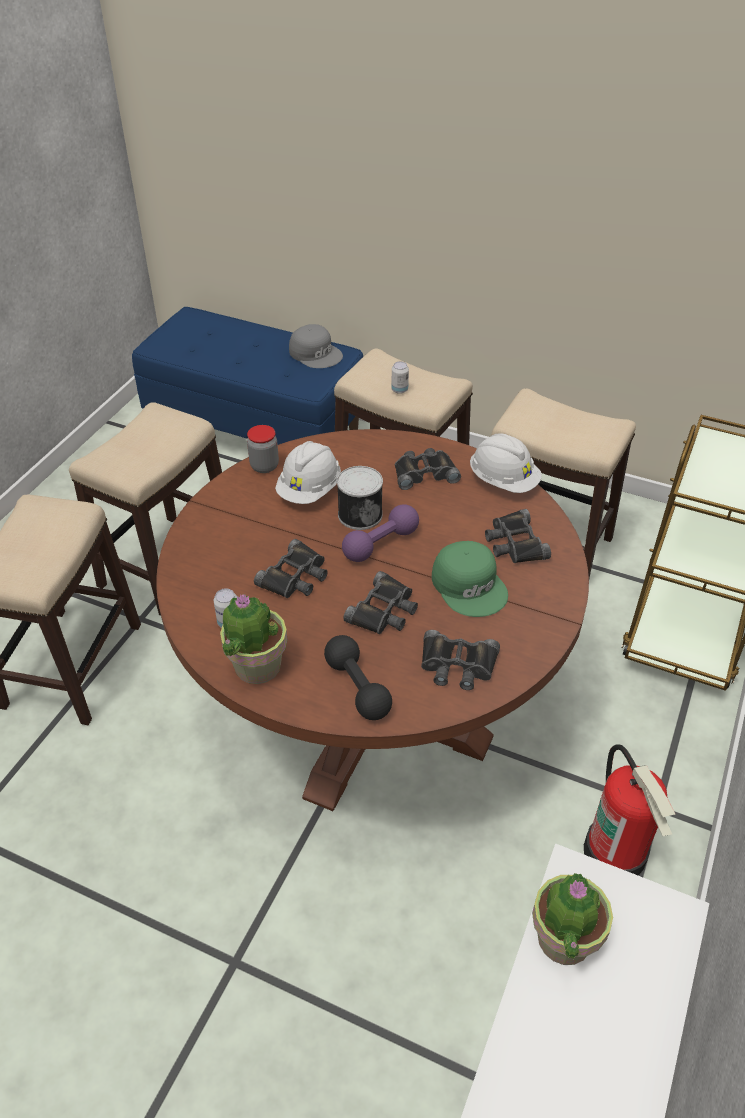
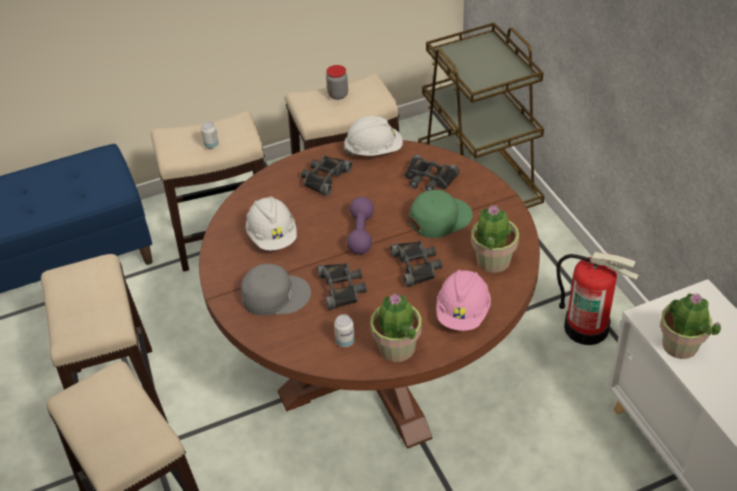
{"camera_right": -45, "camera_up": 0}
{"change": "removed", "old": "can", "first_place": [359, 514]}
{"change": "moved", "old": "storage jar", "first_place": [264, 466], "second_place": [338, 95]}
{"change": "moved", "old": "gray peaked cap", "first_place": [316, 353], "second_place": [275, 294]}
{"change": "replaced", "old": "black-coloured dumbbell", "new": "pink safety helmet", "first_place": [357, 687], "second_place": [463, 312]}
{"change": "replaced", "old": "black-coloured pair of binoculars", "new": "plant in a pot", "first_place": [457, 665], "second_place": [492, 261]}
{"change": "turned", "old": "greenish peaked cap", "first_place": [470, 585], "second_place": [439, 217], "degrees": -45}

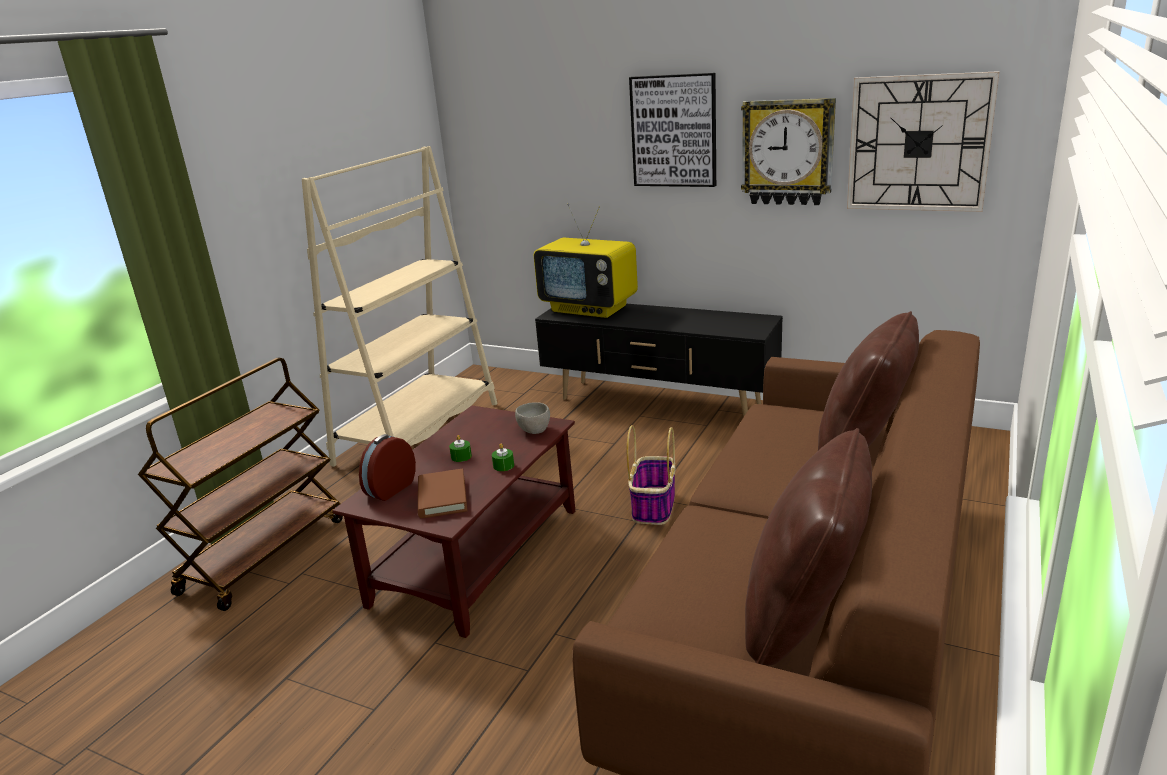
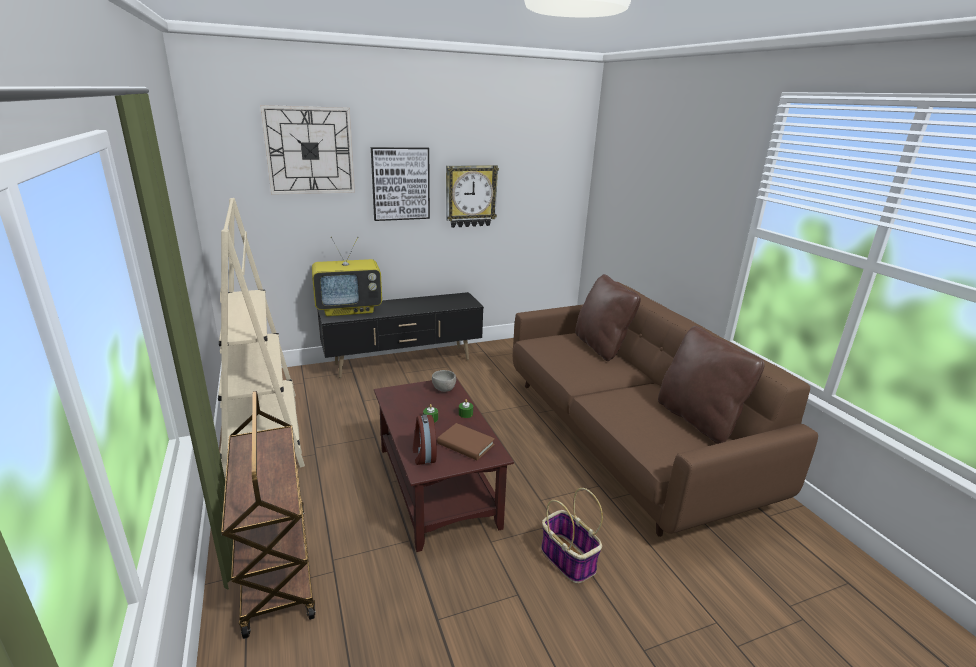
{"camera_right": -50, "camera_up": 0}
{"change": "moved", "old": "storage basket", "first_place": [653, 506], "second_place": [567, 558]}
{"change": "moved", "old": "clock on the wall", "first_place": [918, 143], "second_place": [309, 151]}

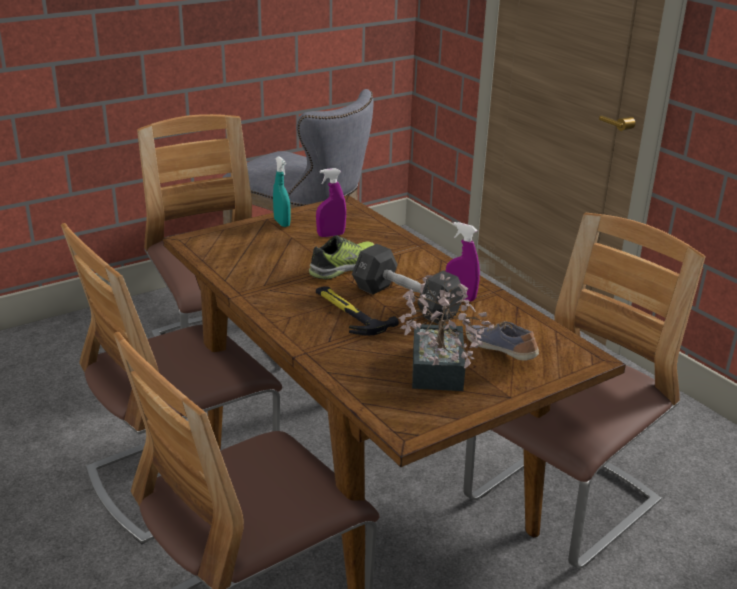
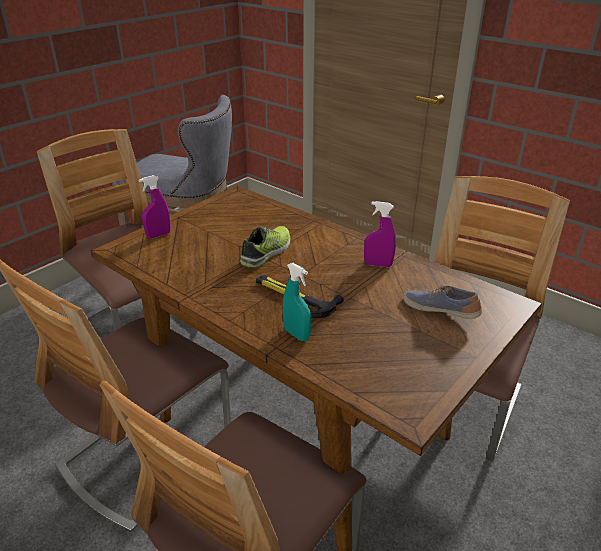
{"camera_right": -15, "camera_up": 5}
{"change": "removed", "old": "black-coloured dumbbell", "first_place": [406, 301]}
{"change": "removed", "old": "plant in a pot", "first_place": [436, 374]}
{"change": "moved", "old": "turquoise-coloured sprayer", "first_place": [282, 223], "second_place": [296, 334]}
{"change": "moved", "old": "purple sprayer", "first_place": [331, 235], "second_place": [158, 235]}

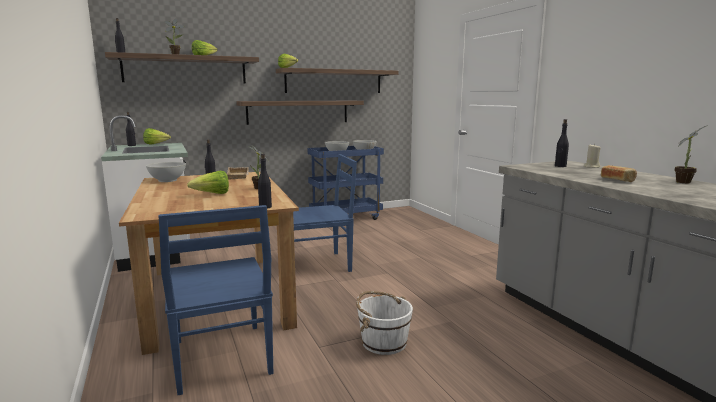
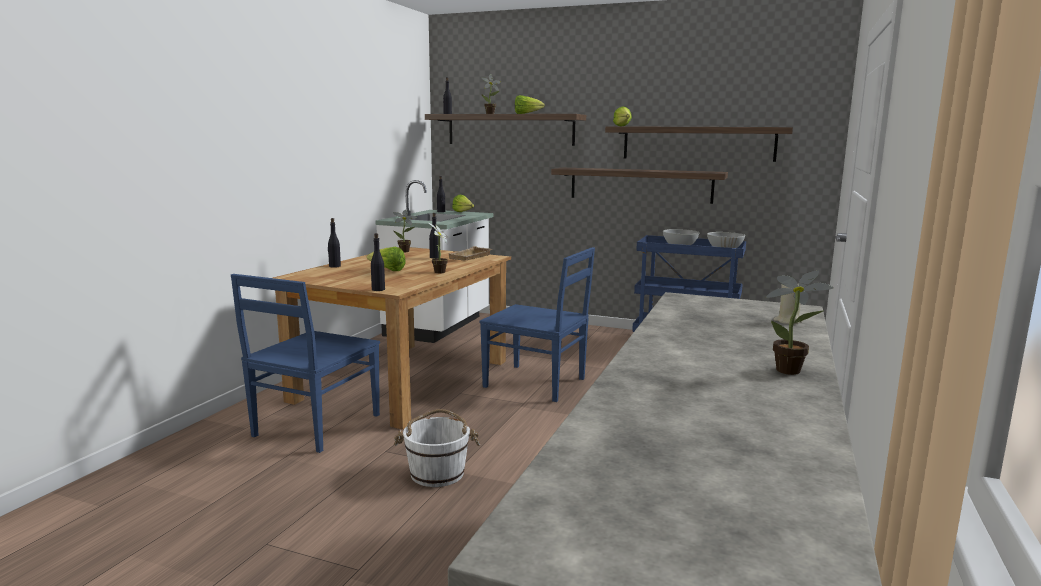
{"camera_right": 45, "camera_up": 0}
{"change": "removed", "old": "baked bread", "first_place": [617, 180]}
{"change": "moved", "old": "black-coloured beverage bottle", "first_place": [560, 166], "second_place": [334, 266]}
{"change": "replaced", "old": "whitish bowl", "new": "plant in a pot", "first_place": [167, 180], "second_place": [406, 251]}

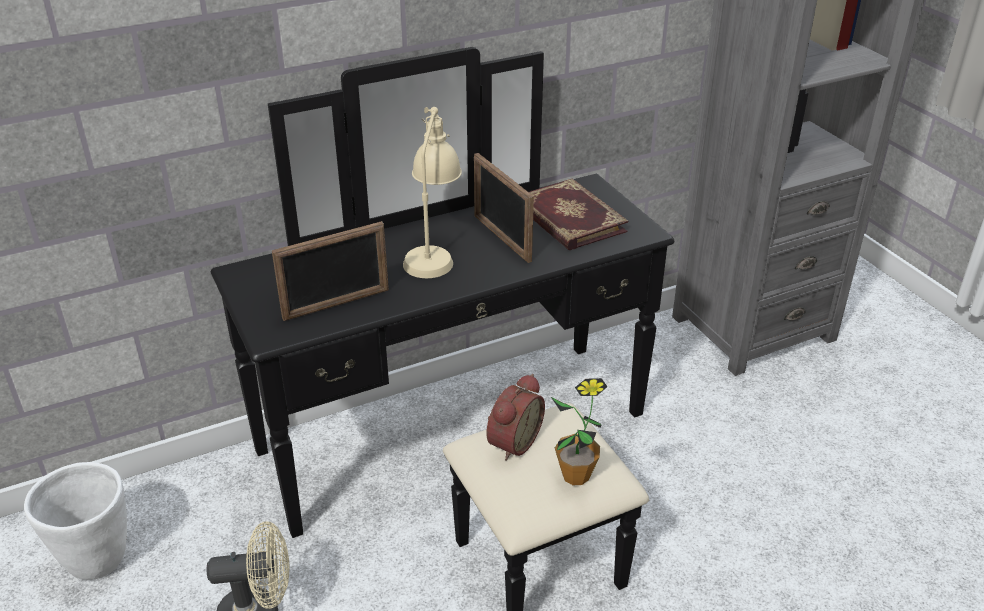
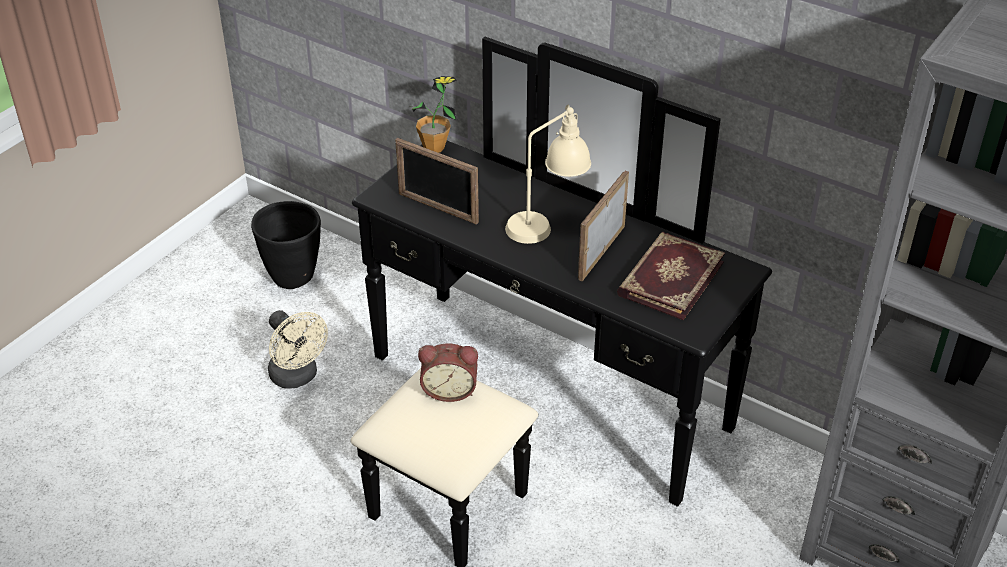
{"camera_right": 60, "camera_up": 5}
{"change": "moved", "old": "plant in a pot", "first_place": [576, 475], "second_place": [434, 147]}
{"change": "recoloured", "old": "whitish flower pot", "new": "black-coloured flower pot", "first_place": [96, 559], "second_place": [293, 277]}

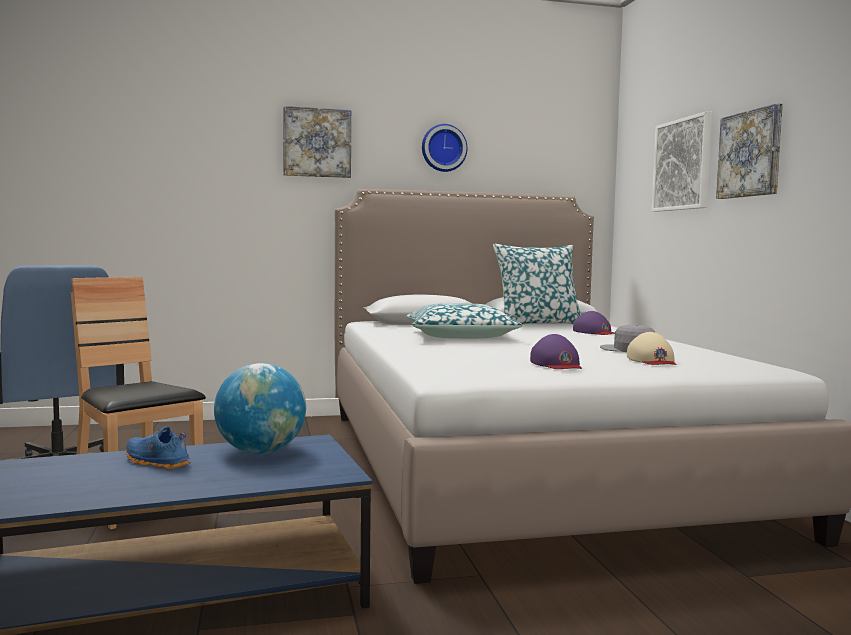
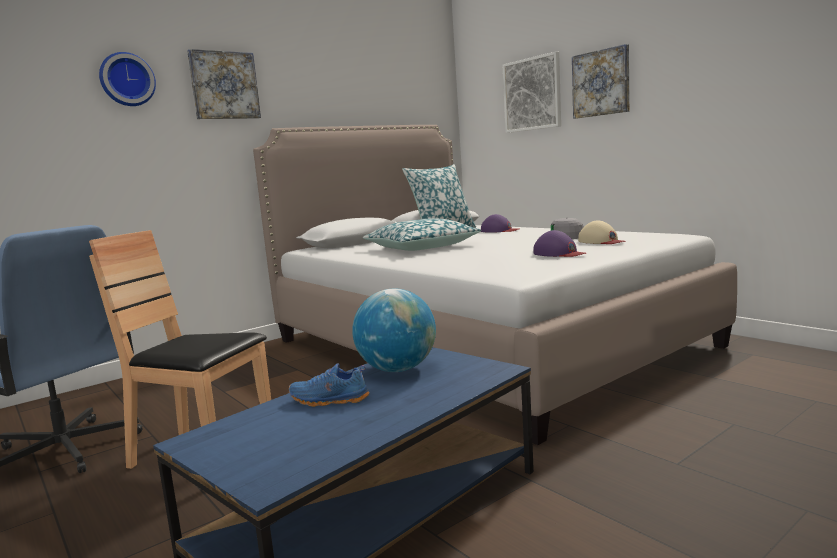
{"camera_right": -25, "camera_up": 5}
{"change": "moved", "old": "clock on the wall", "first_place": [443, 148], "second_place": [127, 80]}

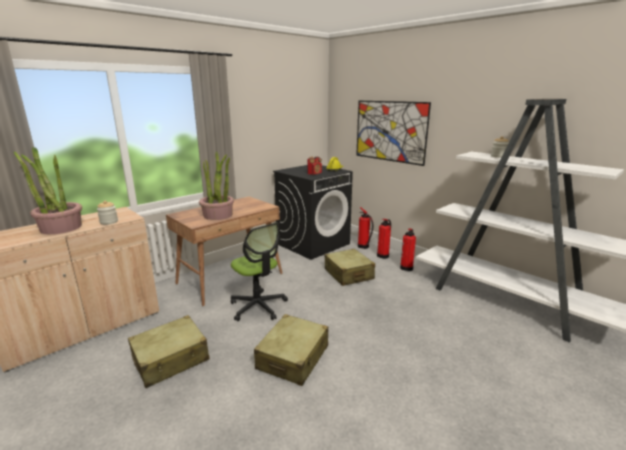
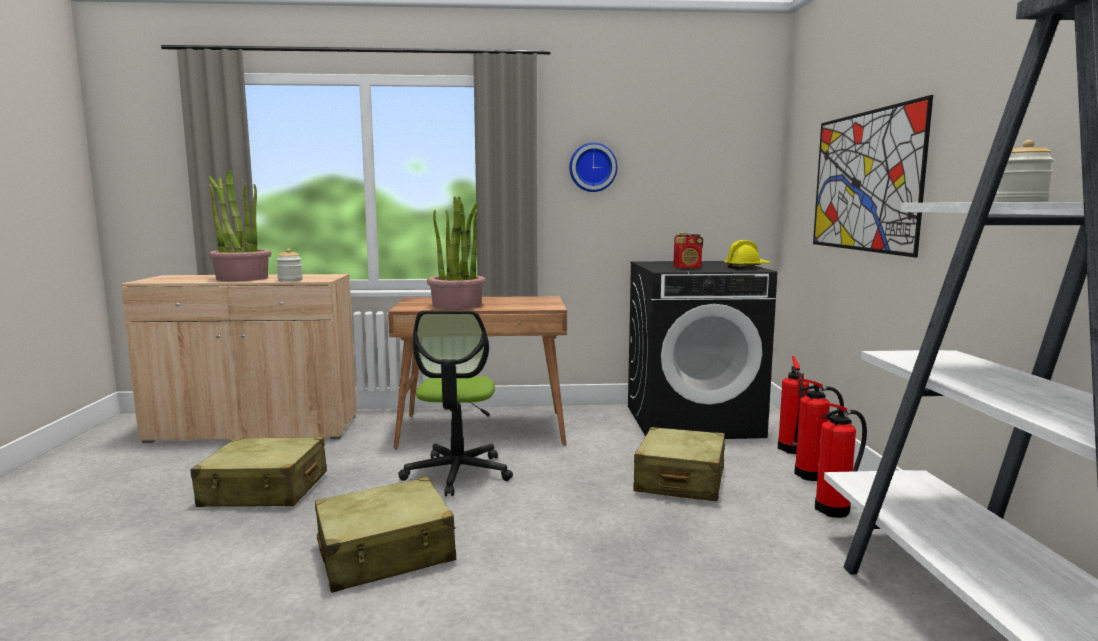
{"camera_right": 40, "camera_up": -10}
{"change": "added", "new": "clock on the wall", "second_place": [592, 167]}

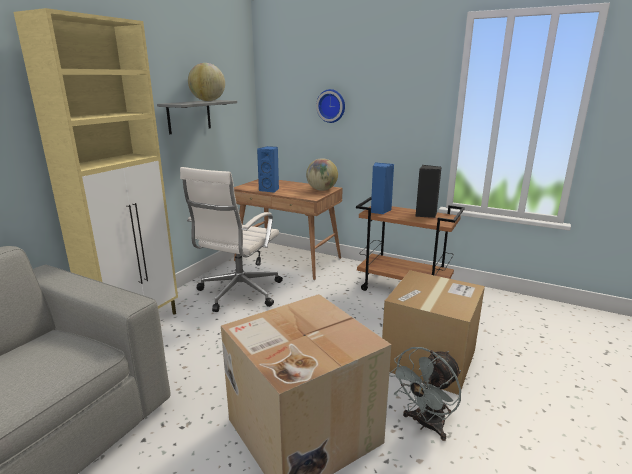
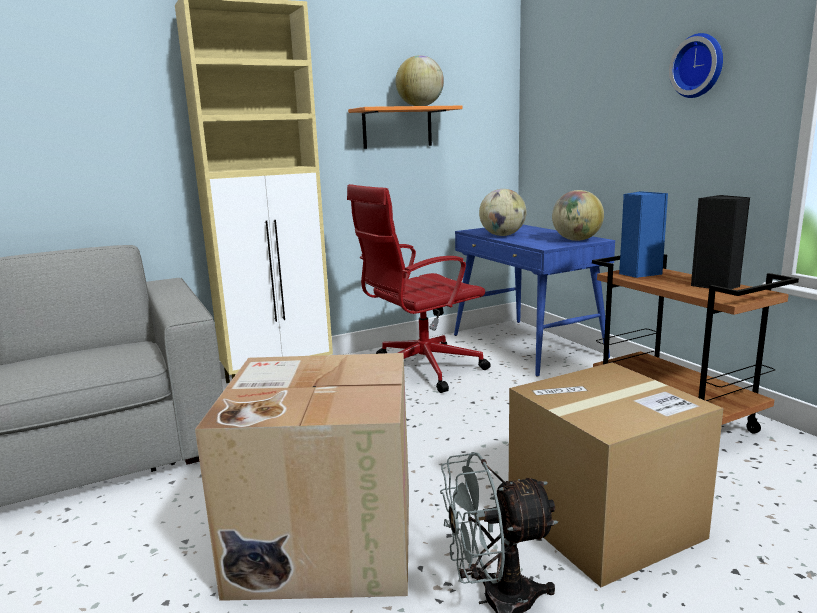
{"camera_right": 35, "camera_up": -5}
{"change": "moved", "old": "clock on the wall", "first_place": [331, 106], "second_place": [699, 66]}
{"change": "replaced", "old": "bluish loudspeaker", "new": "desk globe", "first_place": [270, 190], "second_place": [502, 235]}
{"change": "recoloured", "old": "gray wall shelf", "new": "orangey wall shelf", "first_place": [189, 116], "second_place": [397, 128]}
{"change": "recoloured", "old": "whitish desk chair", "new": "red-coloured desk chair", "first_place": [238, 293], "second_place": [420, 370]}
{"change": "recoloured", "old": "brown-coloured desk unit", "new": "bluish desk unit", "first_place": [288, 259], "second_place": [527, 346]}

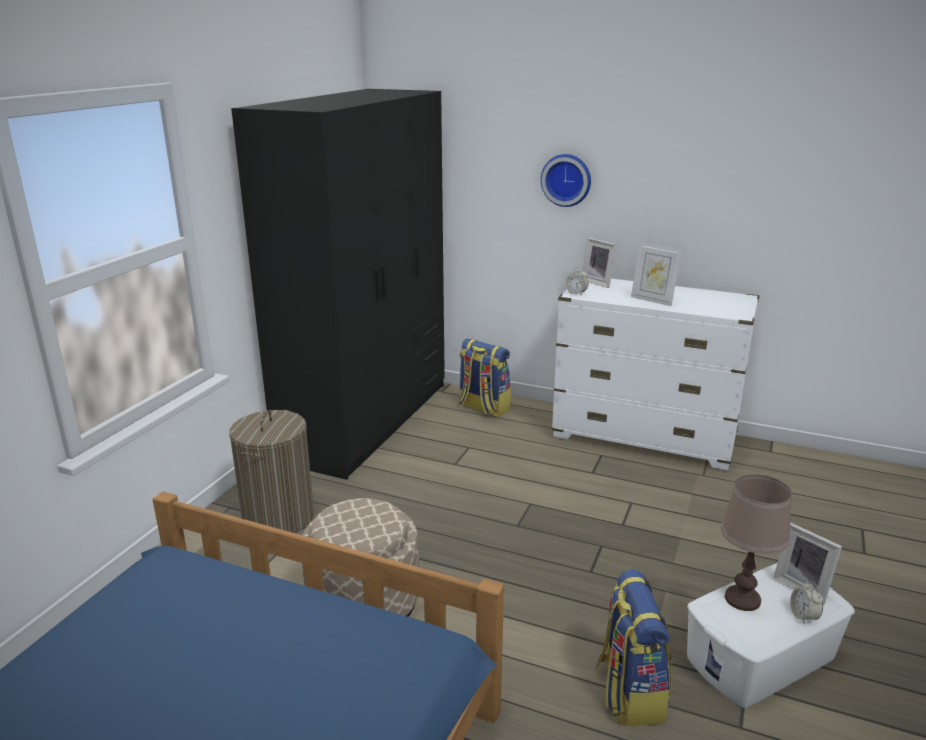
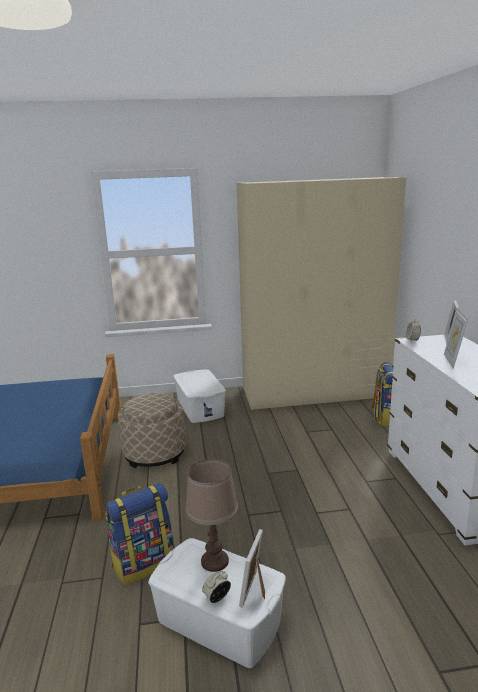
{"camera_right": 60, "camera_up": -5}
{"change": "removed", "old": "clock on the wall", "first_place": [566, 179]}
{"change": "replaced", "old": "washing basket", "new": "whitish storage container", "first_place": [278, 517], "second_place": [200, 408]}
{"change": "recoloured", "old": "black-coloured wardrobe", "new": "beige-coloured wardrobe", "first_place": [367, 420], "second_place": [315, 392]}

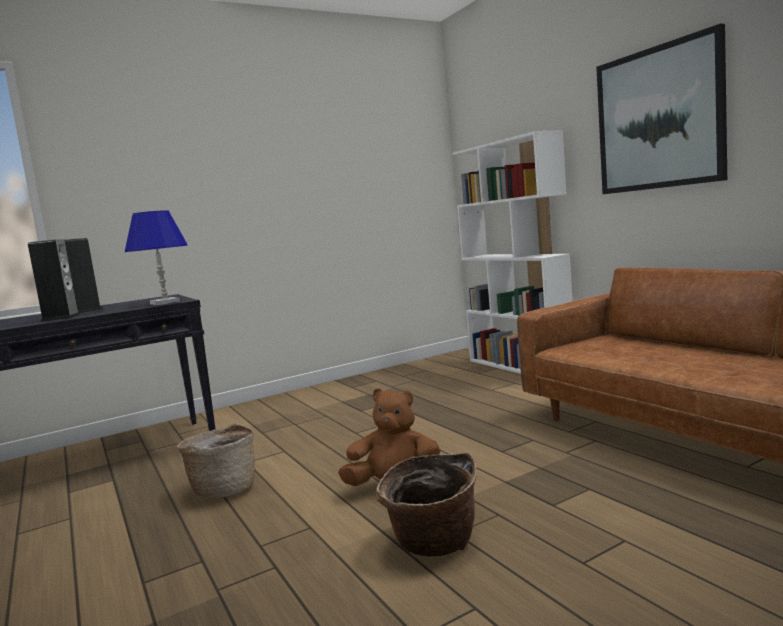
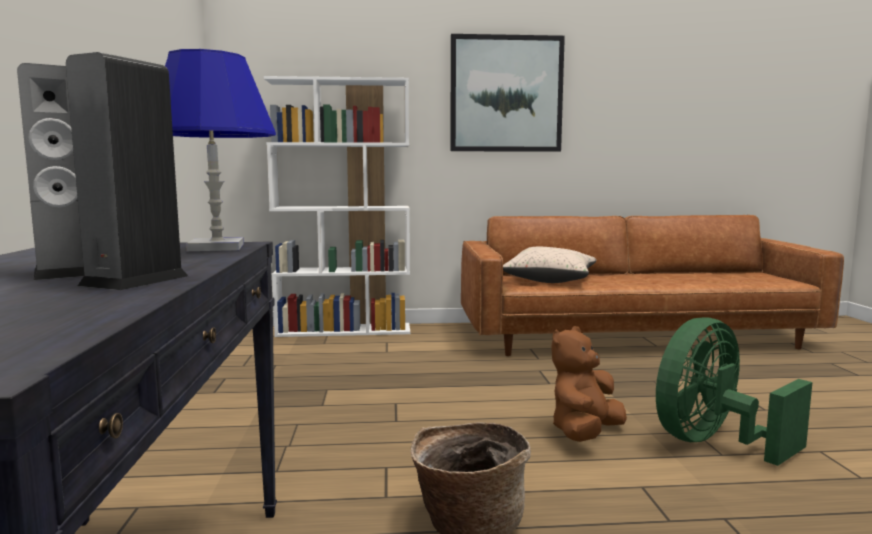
{"camera_right": -65, "camera_up": 0}
{"change": "added", "new": "beige-coloured pillow", "second_place": [550, 280]}
{"change": "replaced", "old": "storage basket", "new": "greenish electric fan", "first_place": [433, 544], "second_place": [713, 443]}

